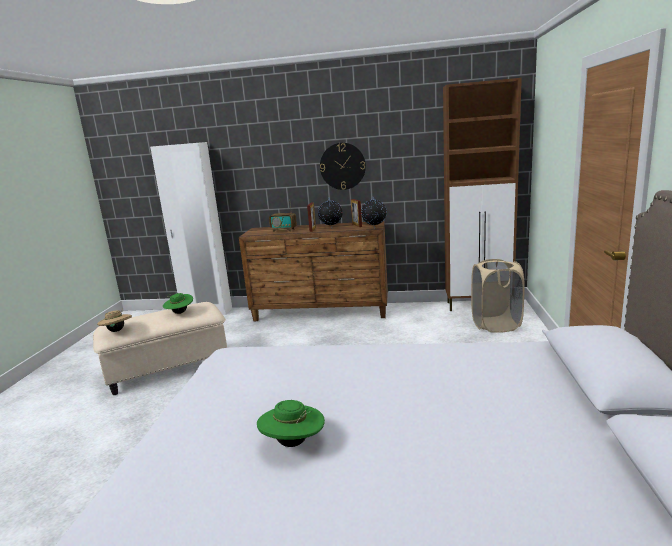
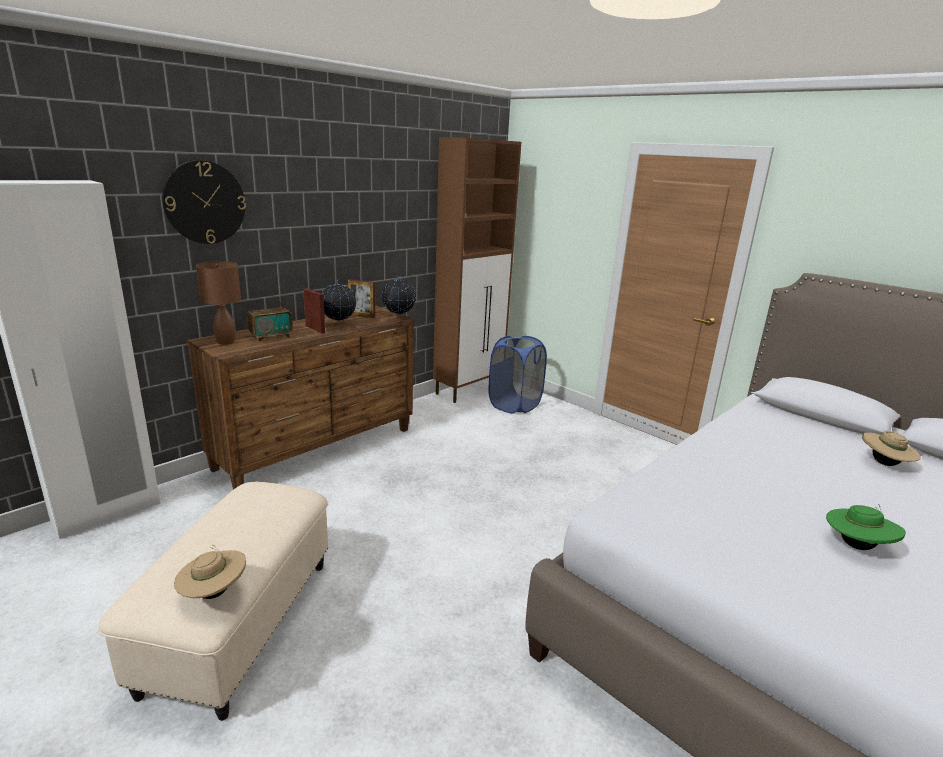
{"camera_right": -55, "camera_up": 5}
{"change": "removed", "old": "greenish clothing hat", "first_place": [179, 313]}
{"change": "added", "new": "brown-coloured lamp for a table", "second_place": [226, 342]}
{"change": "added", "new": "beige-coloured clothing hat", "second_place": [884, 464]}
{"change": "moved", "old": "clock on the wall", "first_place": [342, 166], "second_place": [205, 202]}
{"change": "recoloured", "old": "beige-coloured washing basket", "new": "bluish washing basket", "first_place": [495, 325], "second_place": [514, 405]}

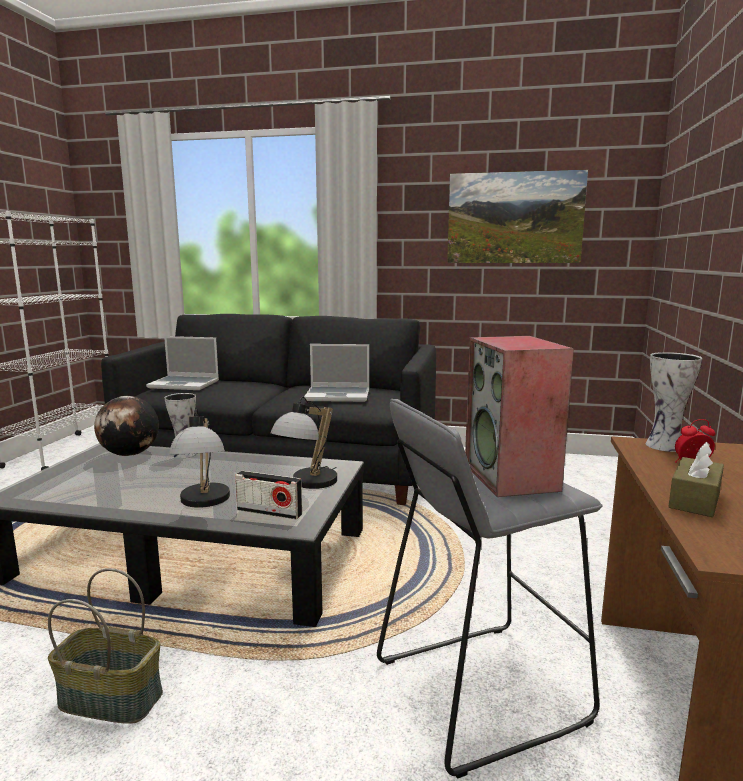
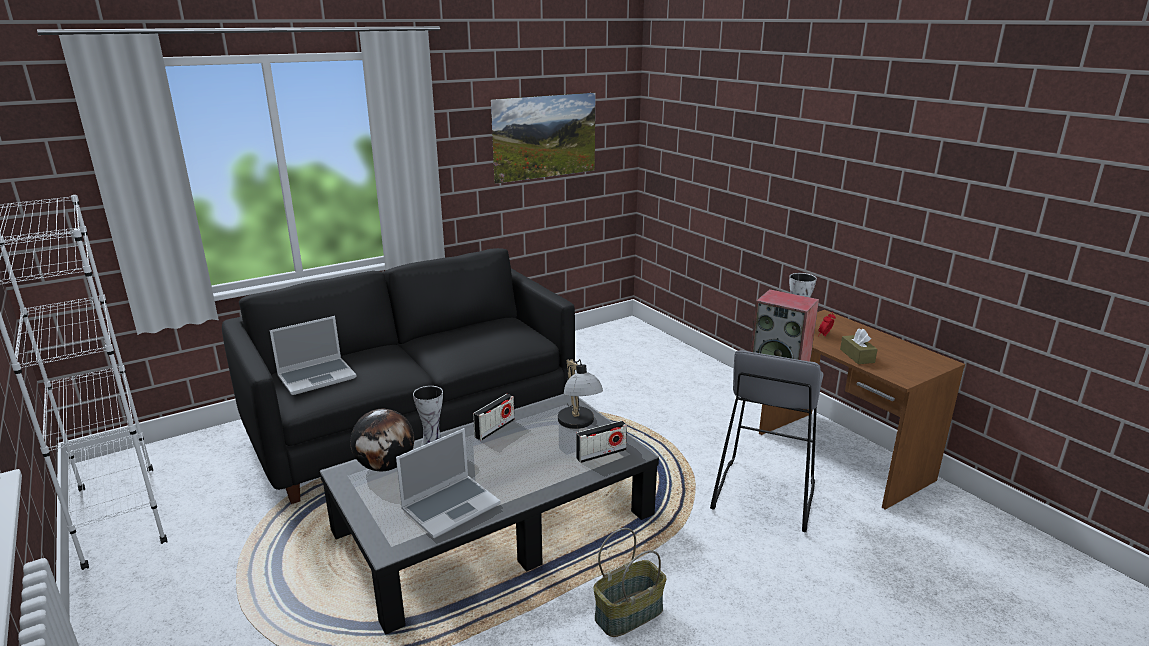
{"camera_right": -45, "camera_up": 10}
{"change": "removed", "old": "lamp for a table", "first_place": [204, 503]}
{"change": "added", "new": "radio set", "second_place": [495, 428]}
{"change": "moved", "old": "laptop", "first_place": [339, 395], "second_place": [451, 506]}

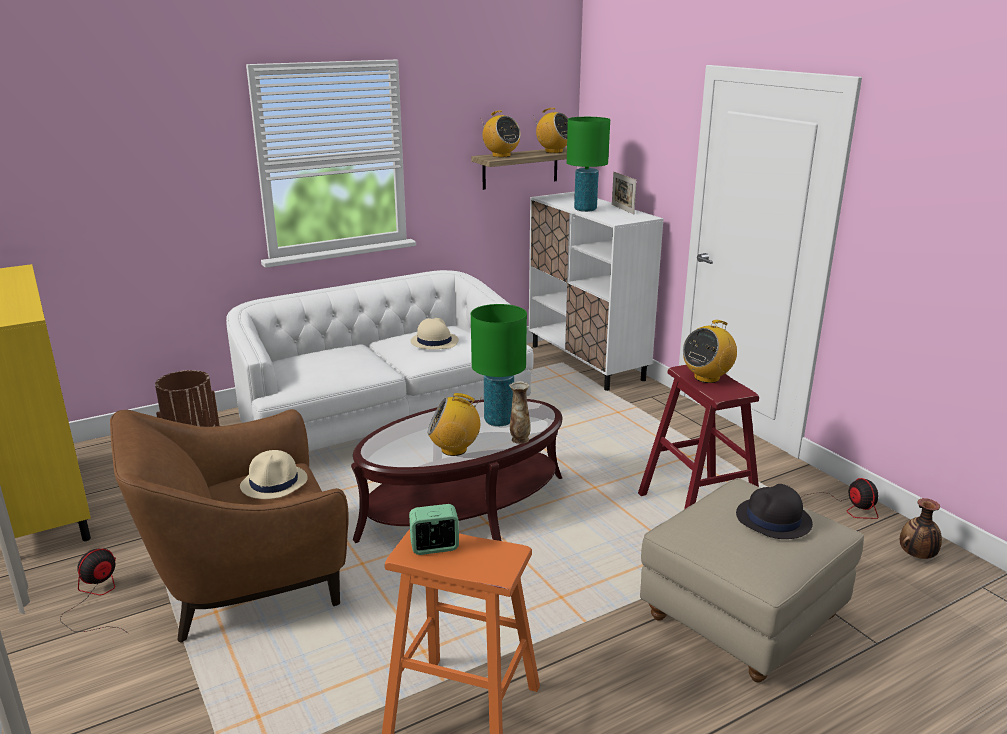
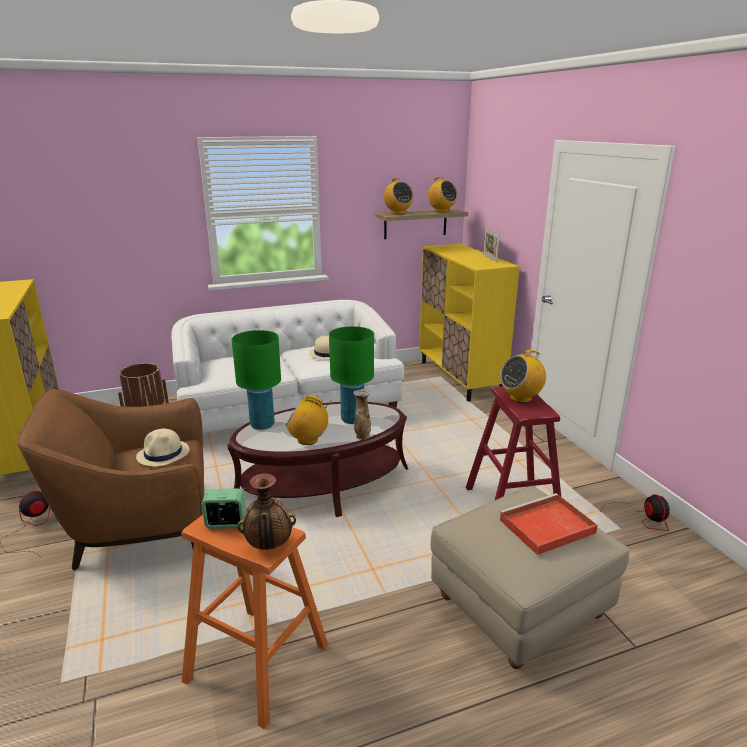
{"camera_right": 10, "camera_up": 0}
{"change": "moved", "old": "greenish lamp for a table", "first_place": [585, 209], "second_place": [262, 425]}
{"change": "moved", "old": "flower vase", "first_place": [917, 556], "second_place": [268, 545]}
{"change": "replaced", "old": "black-coloured clothing hat", "new": "red-coloured serving tray", "first_place": [773, 520], "second_place": [545, 527]}
{"change": "recoloured", "old": "whitish cupboard", "new": "yellowish cupboard", "first_place": [587, 362], "second_place": [460, 378]}

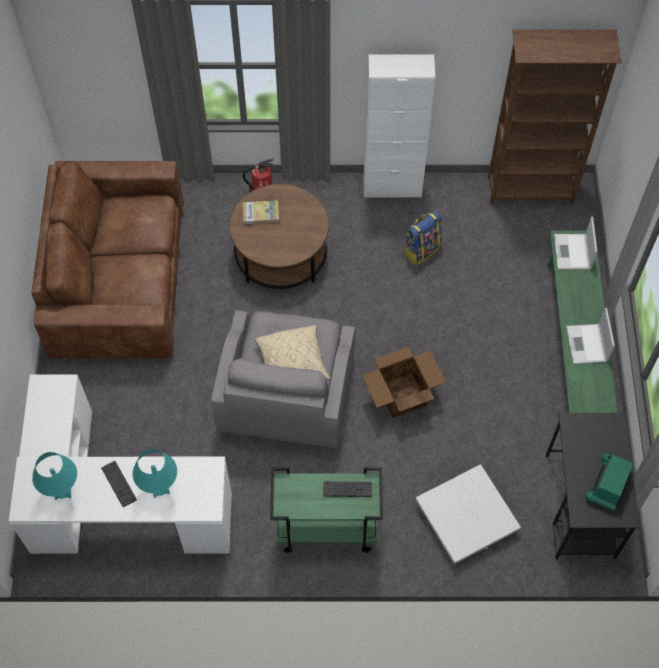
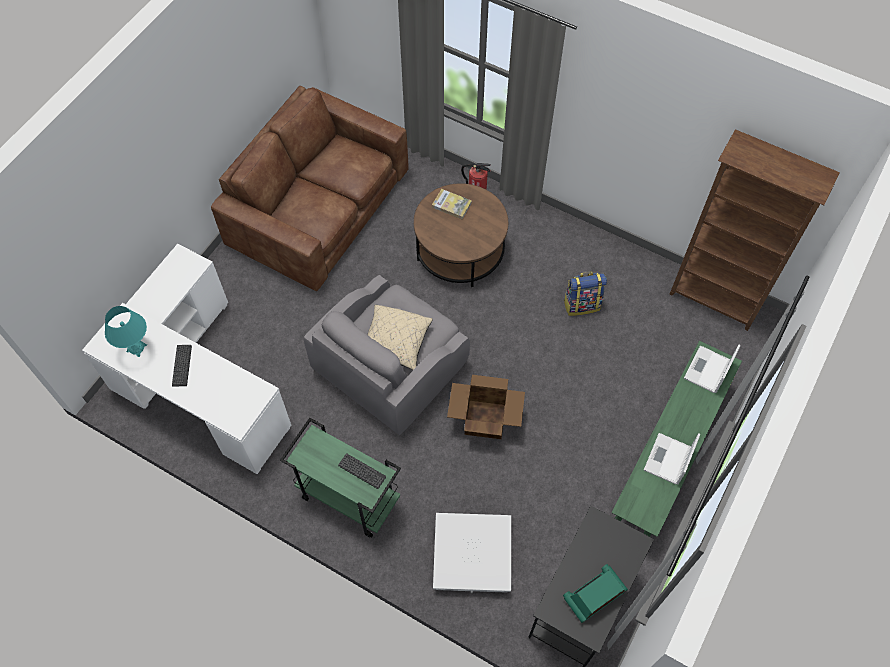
{"camera_right": 30, "camera_up": 0}
{"change": "removed", "old": "turquoise-coloured lamp for a table", "first_place": [160, 488]}
{"change": "removed", "old": "whitish cupboard", "first_place": [392, 187]}

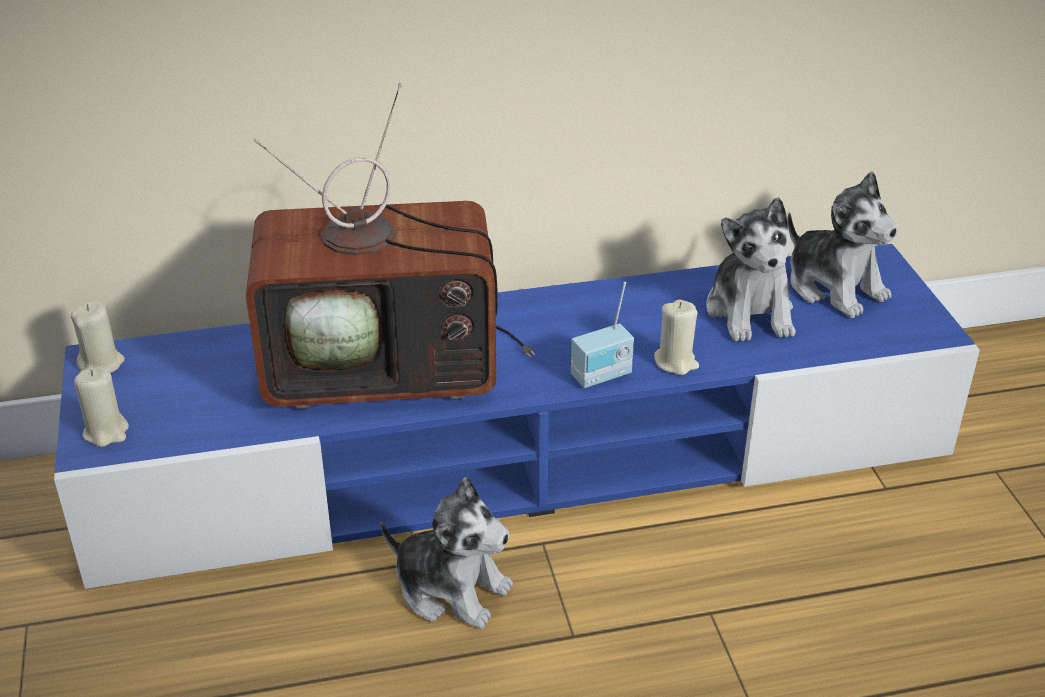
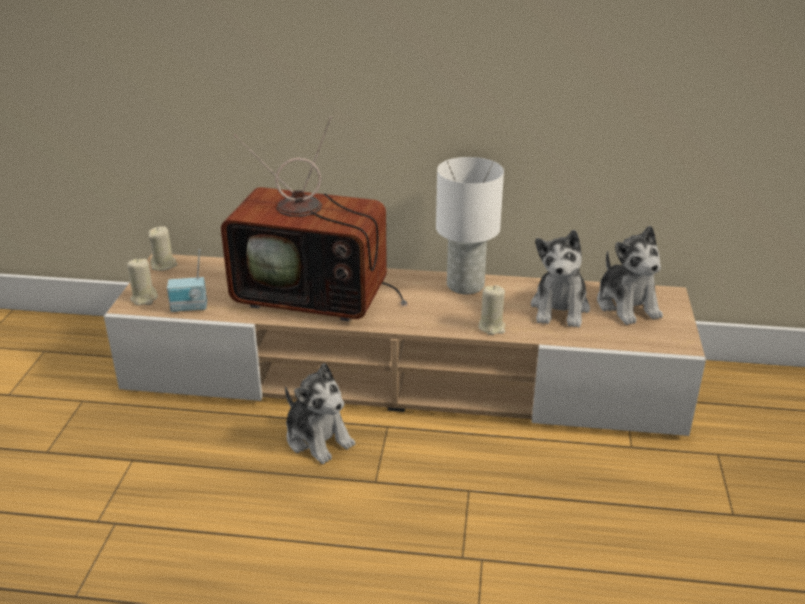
{"camera_right": 20, "camera_up": -5}
{"change": "added", "new": "whitish lamp for a table", "second_place": [465, 285]}
{"change": "moved", "old": "radio set", "first_place": [602, 376], "second_place": [189, 308]}
{"change": "recoloured", "old": "bluish tv unit", "new": "beige-coloured tv unit", "first_place": [524, 459], "second_place": [403, 378]}

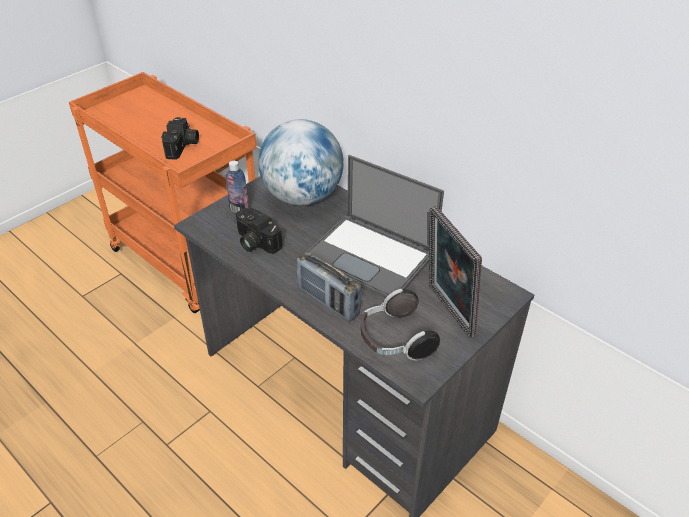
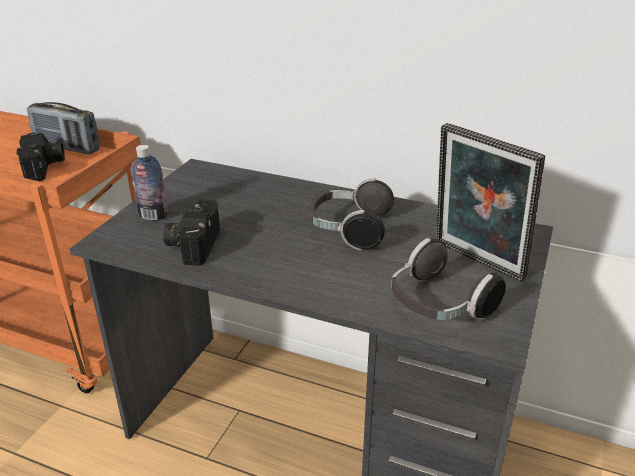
{"camera_right": -20, "camera_up": -10}
{"change": "removed", "old": "desk globe", "first_place": [302, 197]}
{"change": "moved", "old": "radio set", "first_place": [328, 301], "second_place": [67, 148]}
{"change": "replaced", "old": "laptop", "new": "pair of headphones", "first_place": [371, 257], "second_place": [349, 229]}
{"change": "turned", "old": "photo camera", "first_place": [255, 242], "second_place": [193, 244], "degrees": 75}

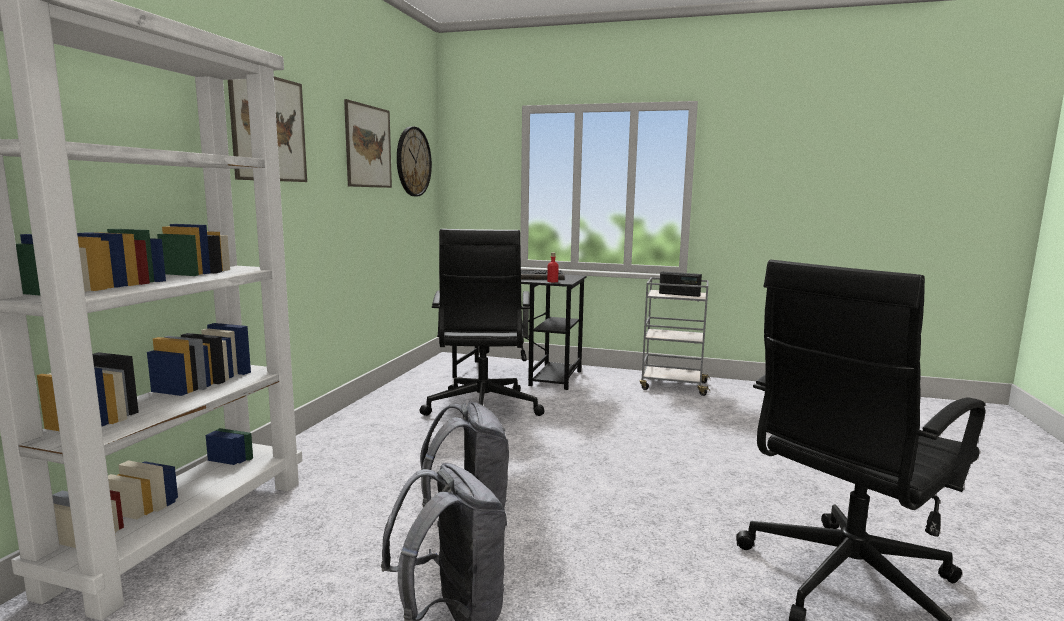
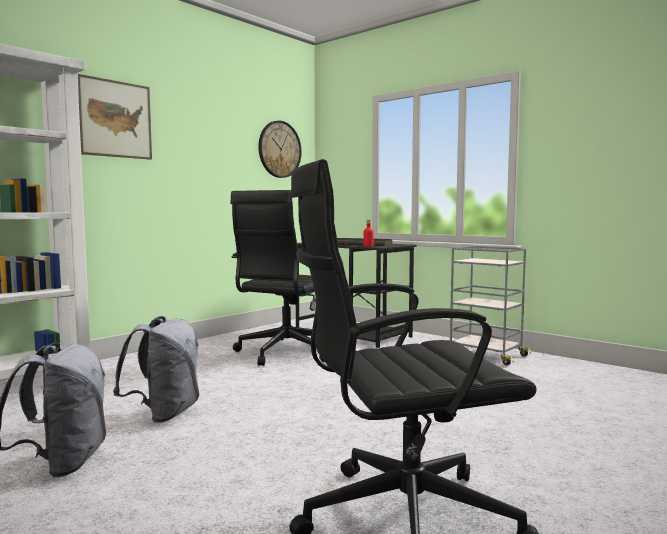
{"camera_right": 25, "camera_up": -5}
{"change": "removed", "old": "wall picture", "first_place": [368, 146]}
{"change": "removed", "old": "radio set", "first_place": [679, 294]}

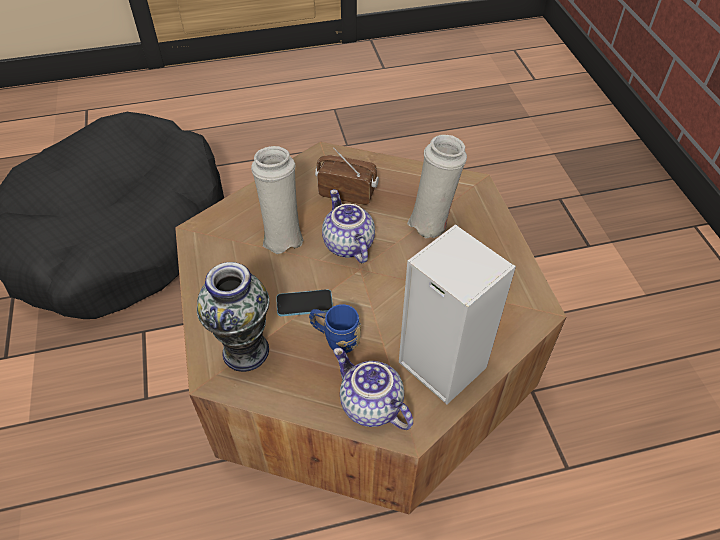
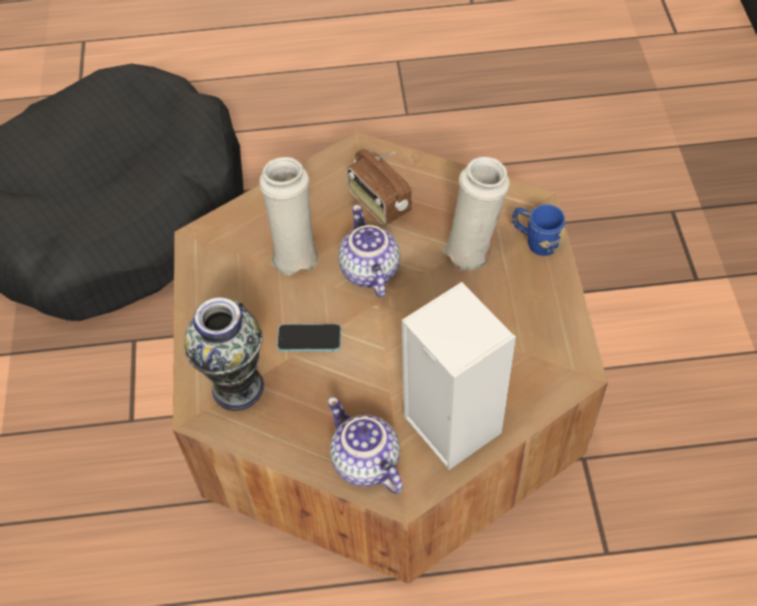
{"camera_right": 10, "camera_up": 5}
{"change": "moved", "old": "bluish coffee mug", "first_place": [335, 339], "second_place": [535, 241]}
{"change": "turned", "old": "radio set", "first_place": [347, 192], "second_place": [379, 203], "degrees": -150}

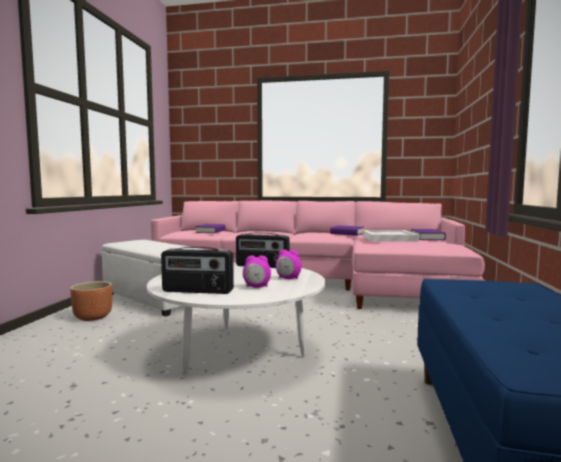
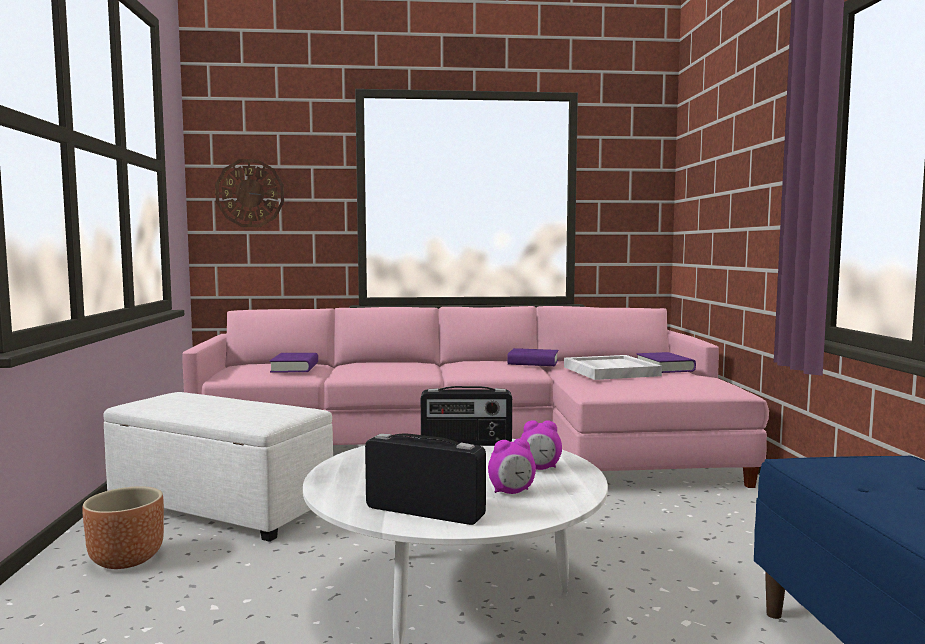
{"camera_right": -15, "camera_up": 0}
{"change": "added", "new": "clock on the wall", "second_place": [250, 193]}
{"change": "turned", "old": "radio set", "first_place": [197, 291], "second_place": [425, 511], "degrees": -150}

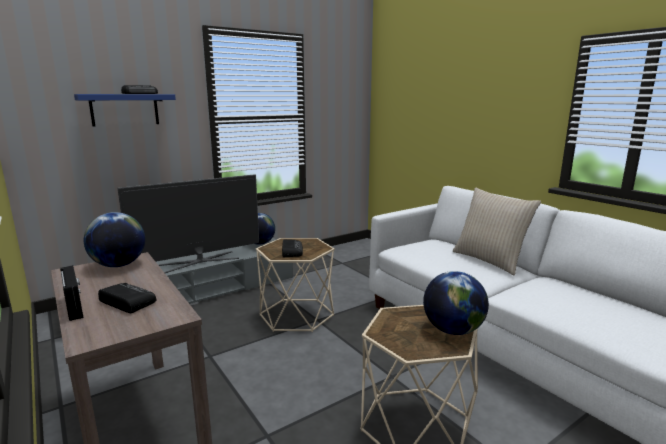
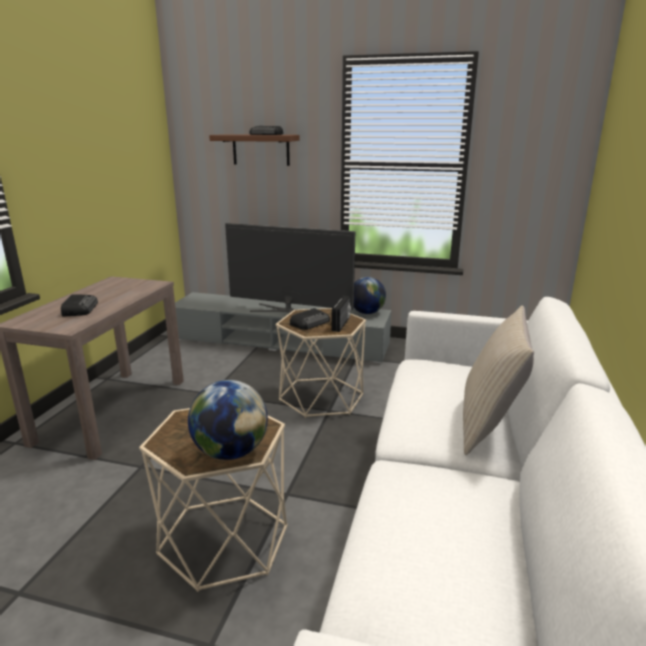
{"camera_right": 50, "camera_up": 5}
{"change": "removed", "old": "desk globe", "first_place": [119, 265]}
{"change": "moved", "old": "radio set", "first_place": [75, 306], "second_place": [341, 324]}
{"change": "recoloured", "old": "bluish wall shelf", "new": "brown-coloured wall shelf", "first_place": [124, 109], "second_place": [261, 149]}

